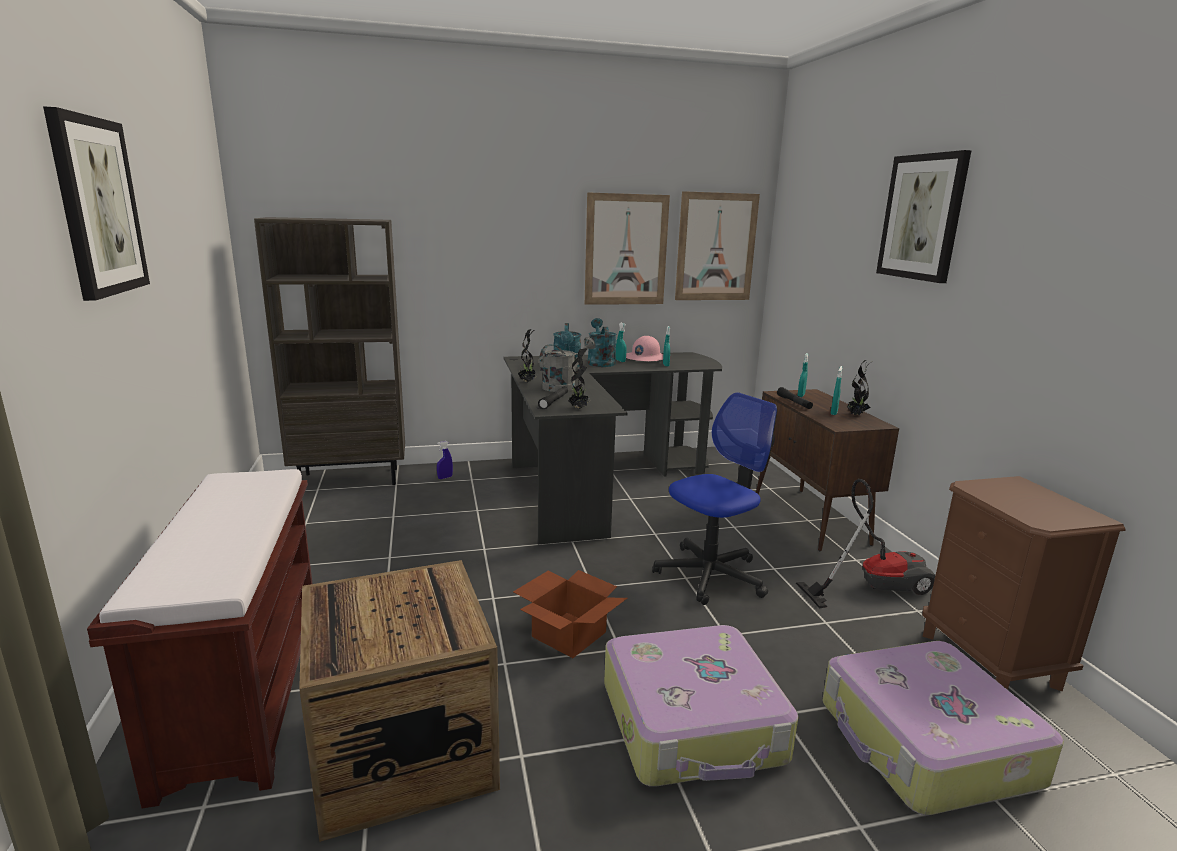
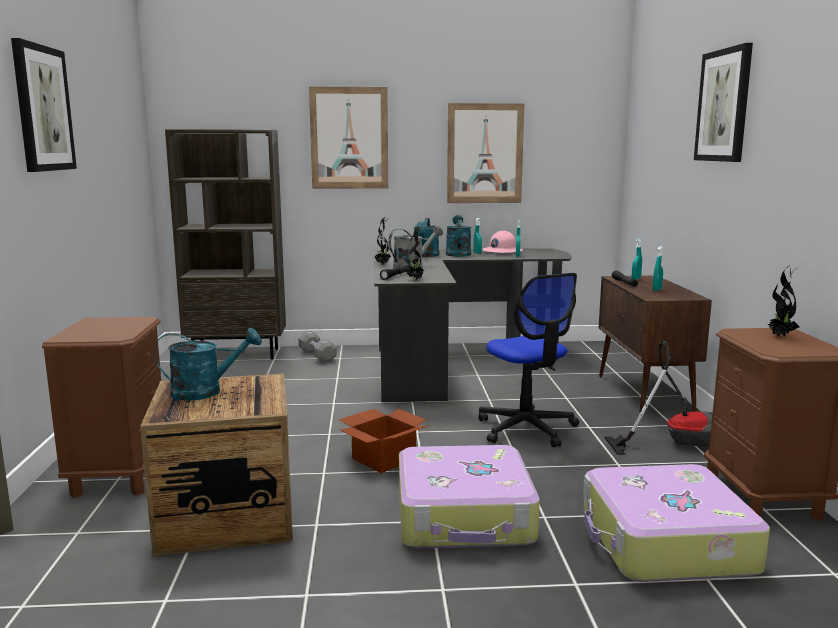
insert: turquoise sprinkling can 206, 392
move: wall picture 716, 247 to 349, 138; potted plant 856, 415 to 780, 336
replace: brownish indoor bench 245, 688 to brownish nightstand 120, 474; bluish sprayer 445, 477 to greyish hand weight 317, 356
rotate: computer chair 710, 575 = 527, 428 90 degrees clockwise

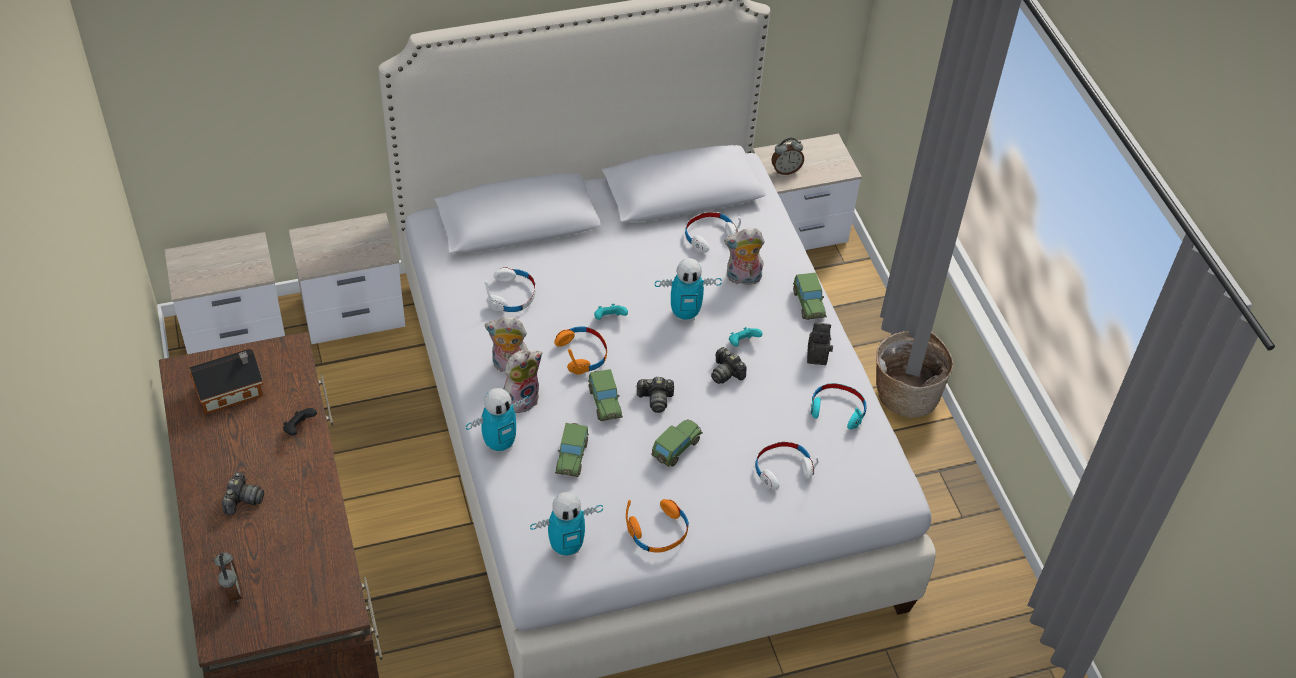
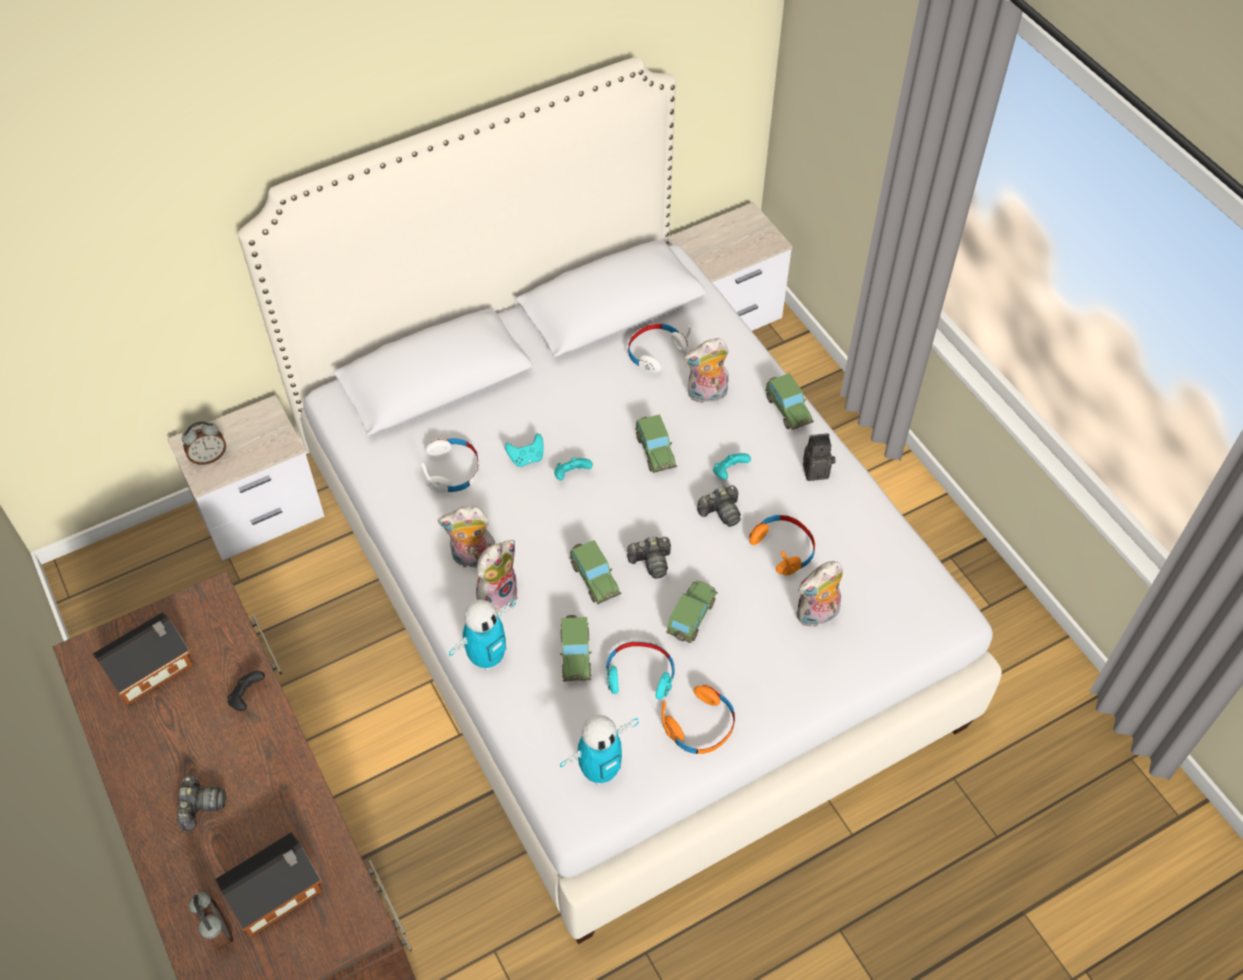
delete: nightstand 237, 332; storage basket 905, 394
insert: toy house 278, 891; turquoise joypad 526, 458
move: orange-coloured headphones 582, 354 to 783, 548; table clock 785, 170 to 209, 457; turquoise headphones 837, 410 to 640, 674
replace: model robot 685, 314 to model car 655, 451; white-coloured headphones 782, 469 to cuddly toy 817, 616
rotate: photo camera 726, 373 = 721, 512 60 degrees counterclockwise

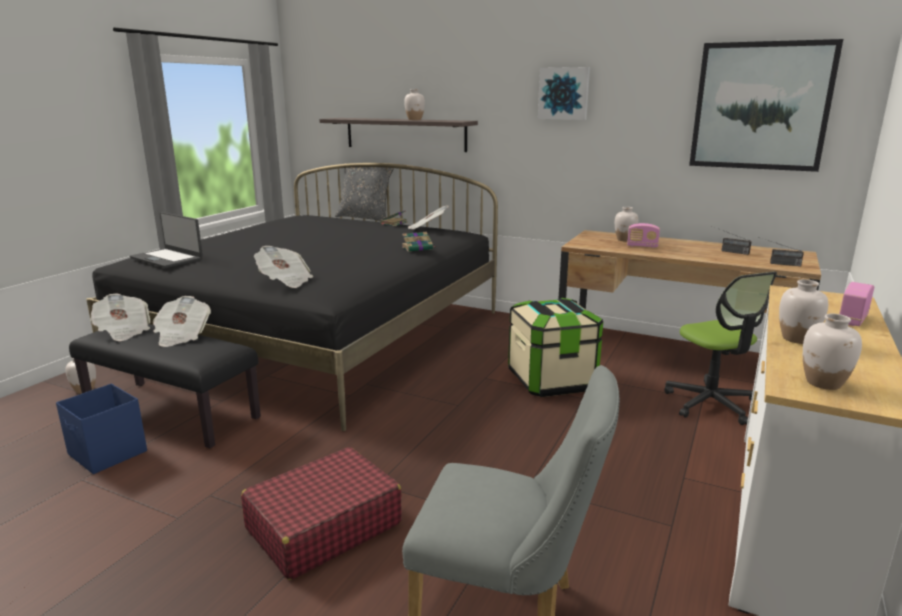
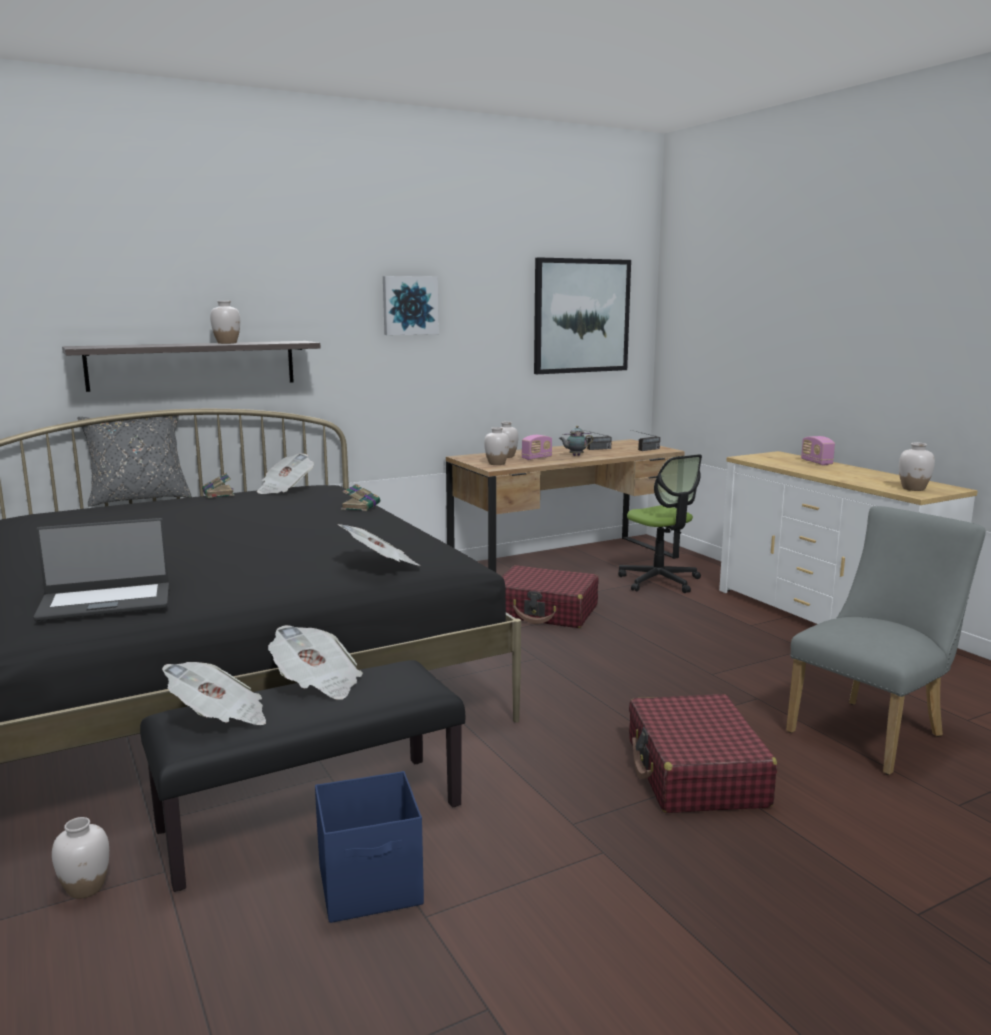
insert: tea pot 575, 455
move: white-coloured flower vase 797, 339 to 496, 463
replace: storage box 551, 381 to red-coloured piece of luggage 545, 611
rotate: computer chair 711, 403 = 659, 581 45 degrees clockwise

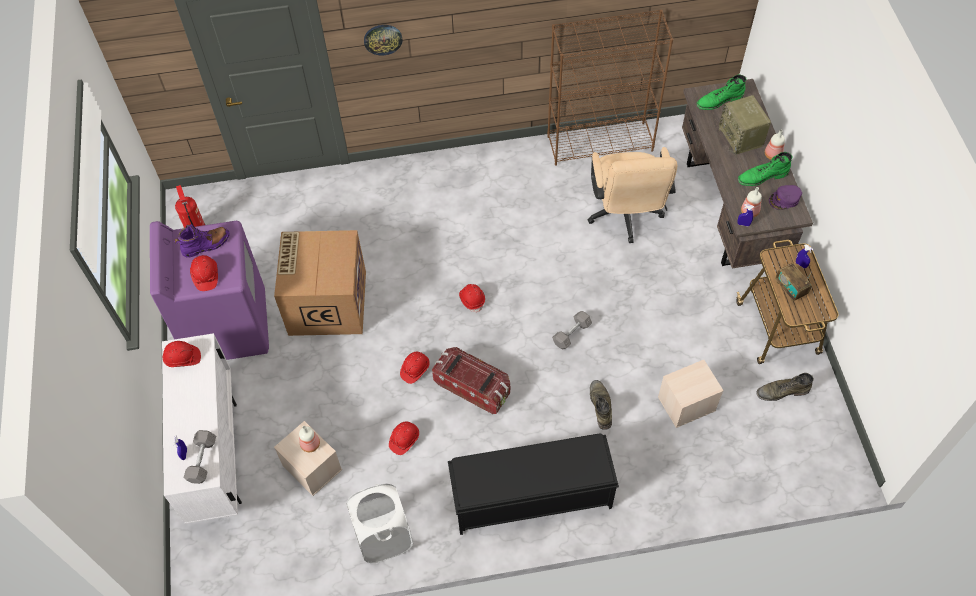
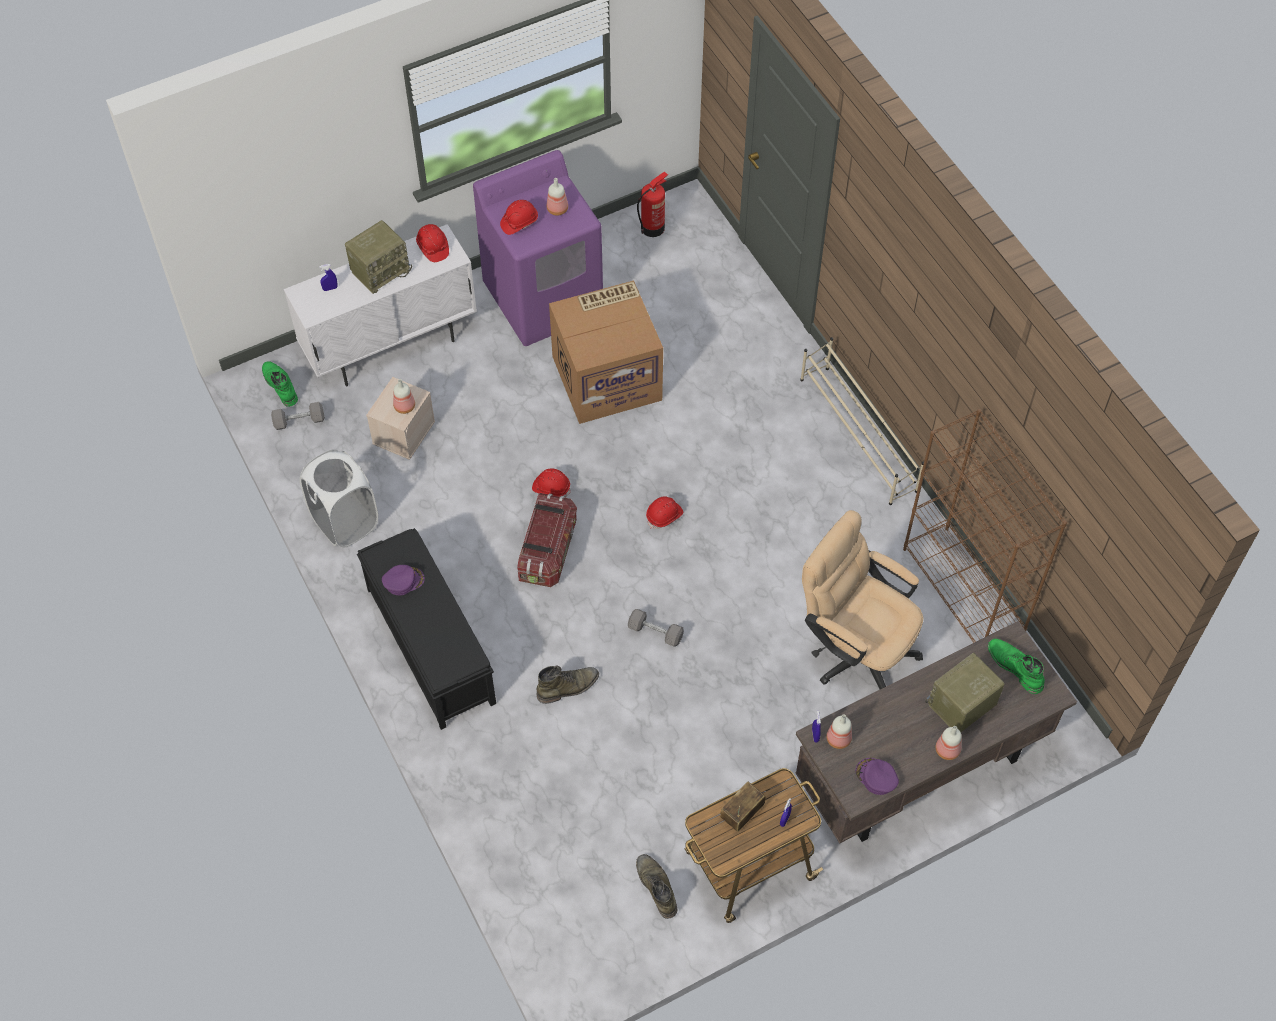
delete: hanging clock 383, 39; red-coloured hard hat 404, 440; sand-coloured storage box 686, 404
insert: radio receiver 380, 270; purple-coloured cap 403, 581; sand-coloured shoe shelf 858, 435
move: greyish hand weight 202, 460 to 299, 421; green boot 762, 177 to 280, 385
replace: purple-coloured boot 206, 245 to bottle 557, 208
rotate: sand-coloured computer chair 625, 216 = 855, 649 60 degrees clockwise

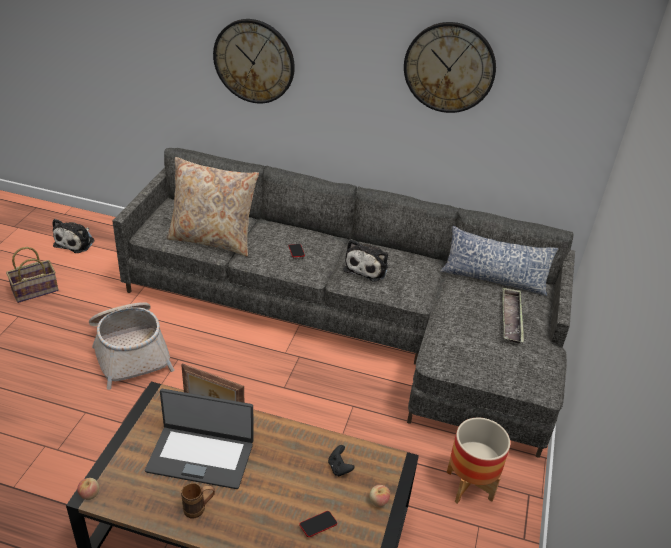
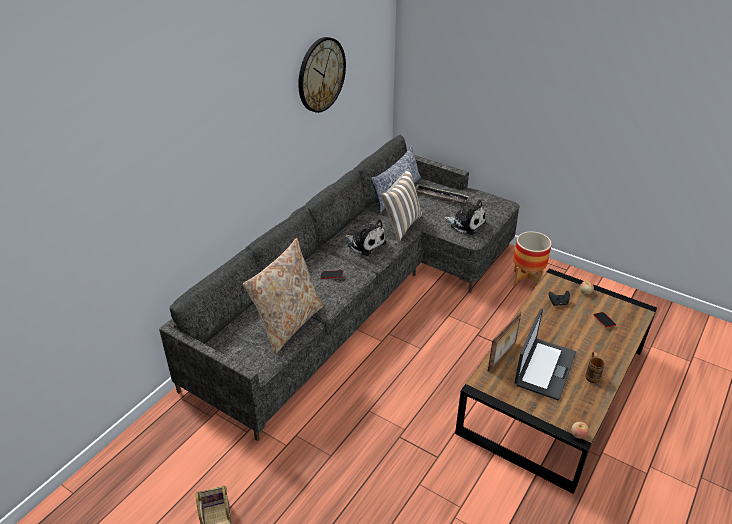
delete: storage basket 130, 351; hanging clock 254, 61
insert: throw pillow 401, 226
move: cuddly toy 76, 242 to 466, 224

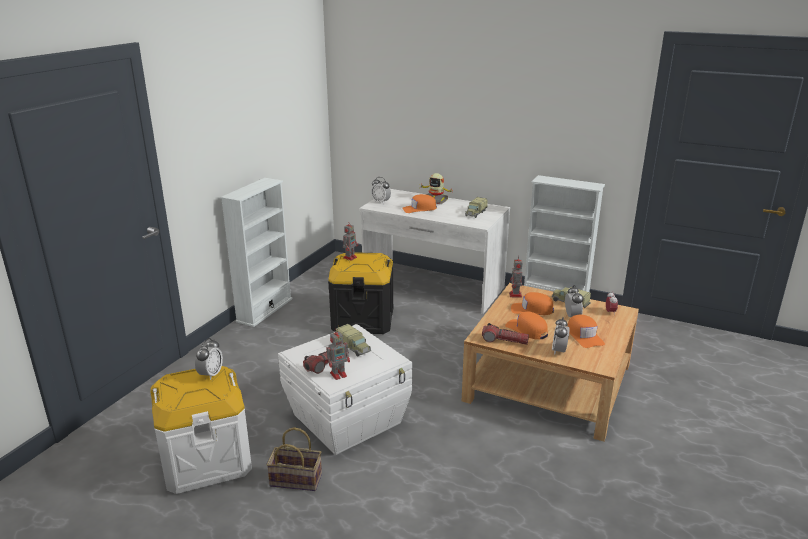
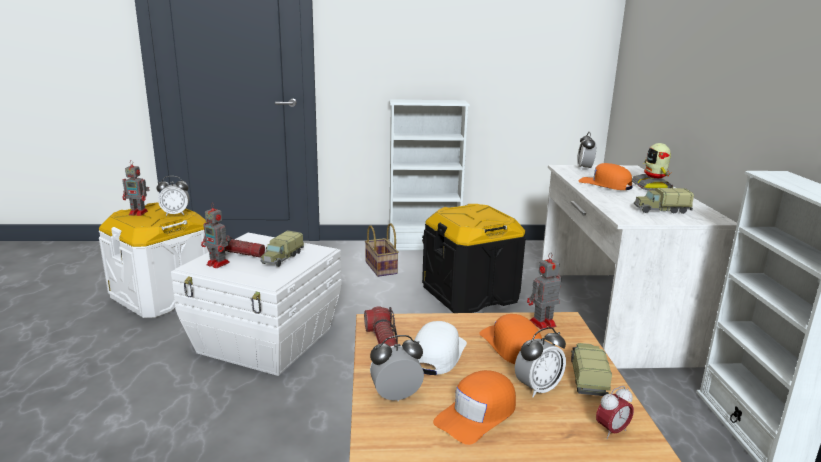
move: storage basket 297, 479 to 382, 268; model robot 350, 257 to 139, 213
recolor: orange-coloured cap 527, 330 to white-coloured cap 438, 354

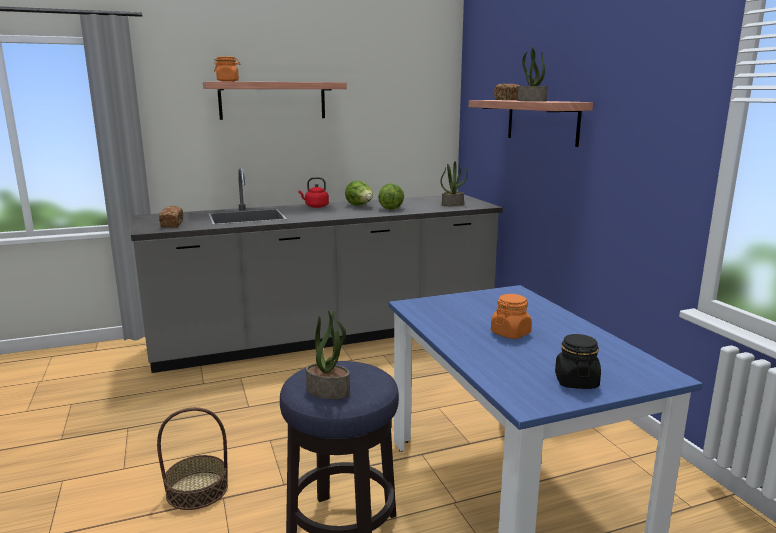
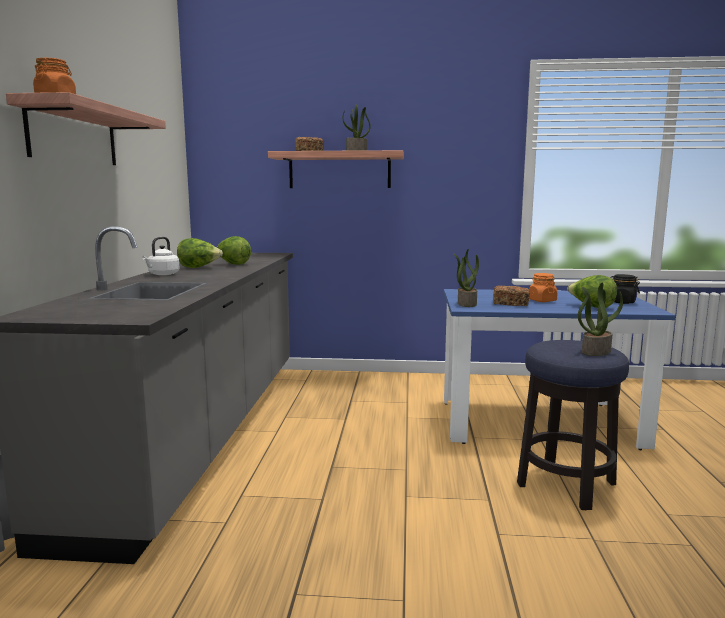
delete: storage basket 197, 490
insert: head of lettuce 591, 307
move: bread 172, 224 to 511, 304; potted plant 452, 204 to 466, 304
recolor: red-coloured tea kettle 315, 206 to white-coloured tea kettle 162, 274

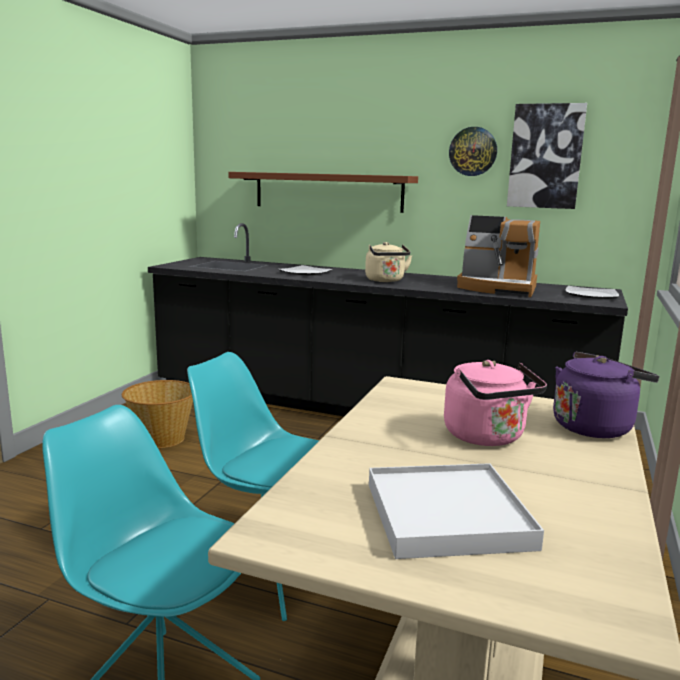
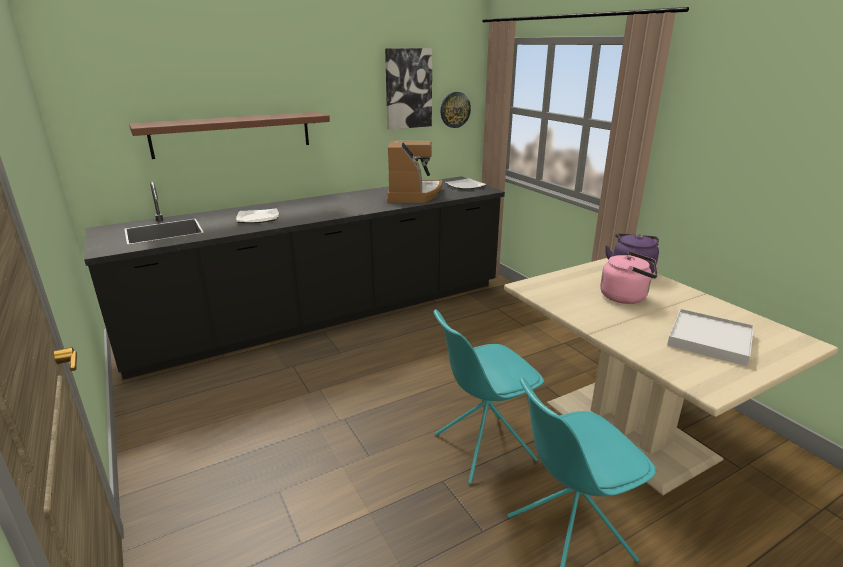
delete: storage basket 162, 438; sand-coloured tea kettle 386, 281
move: hanging clock 473, 151 to 455, 109
rotate: coffee maker 497, 288 = 413, 194 60 degrees counterclockwise

